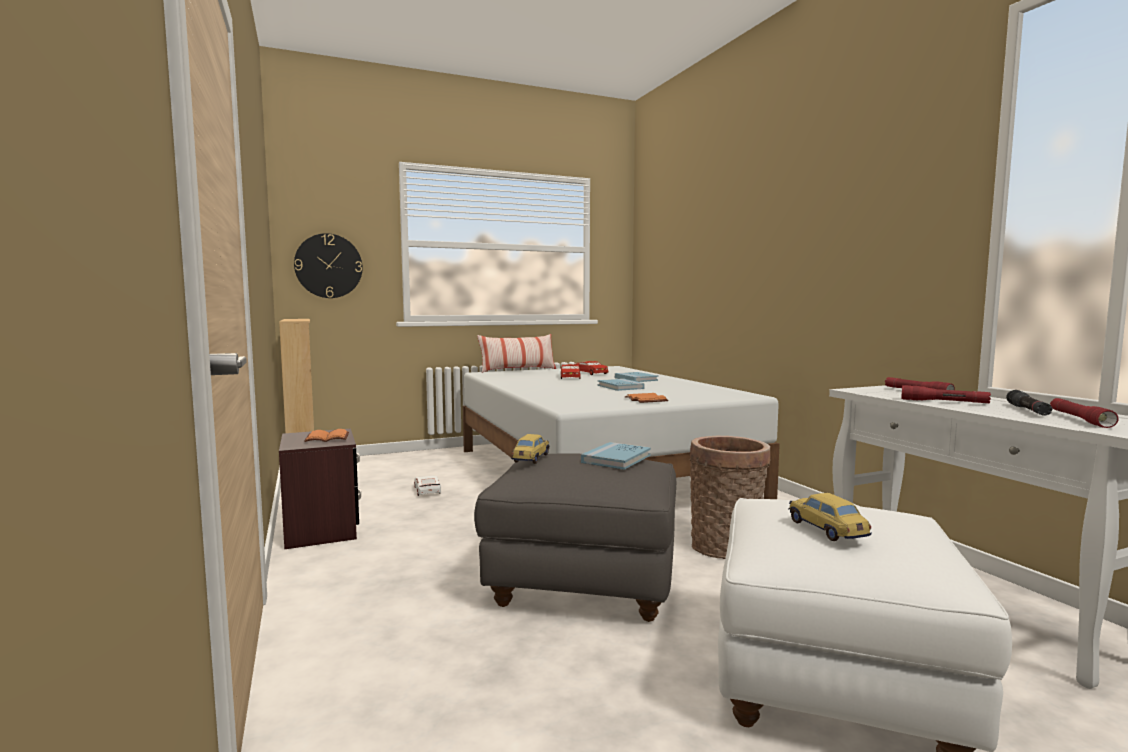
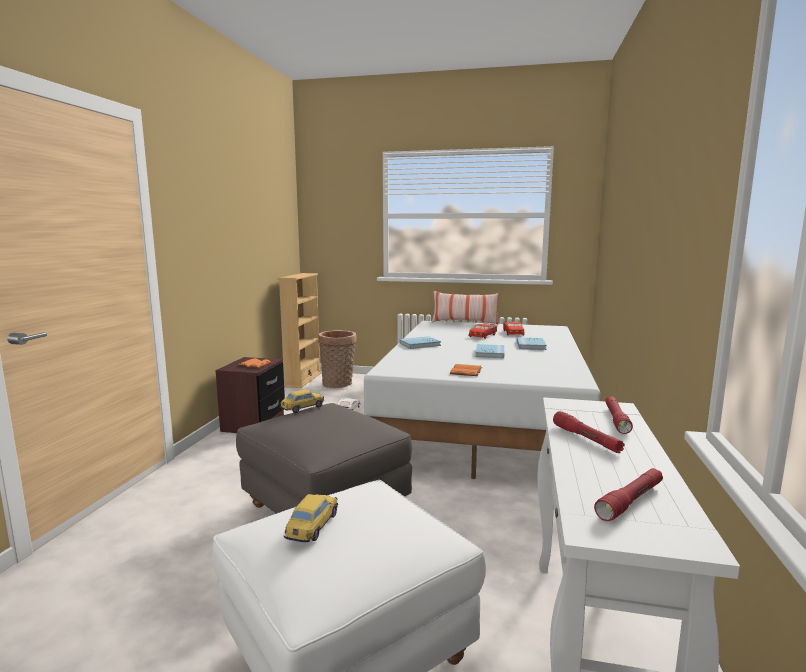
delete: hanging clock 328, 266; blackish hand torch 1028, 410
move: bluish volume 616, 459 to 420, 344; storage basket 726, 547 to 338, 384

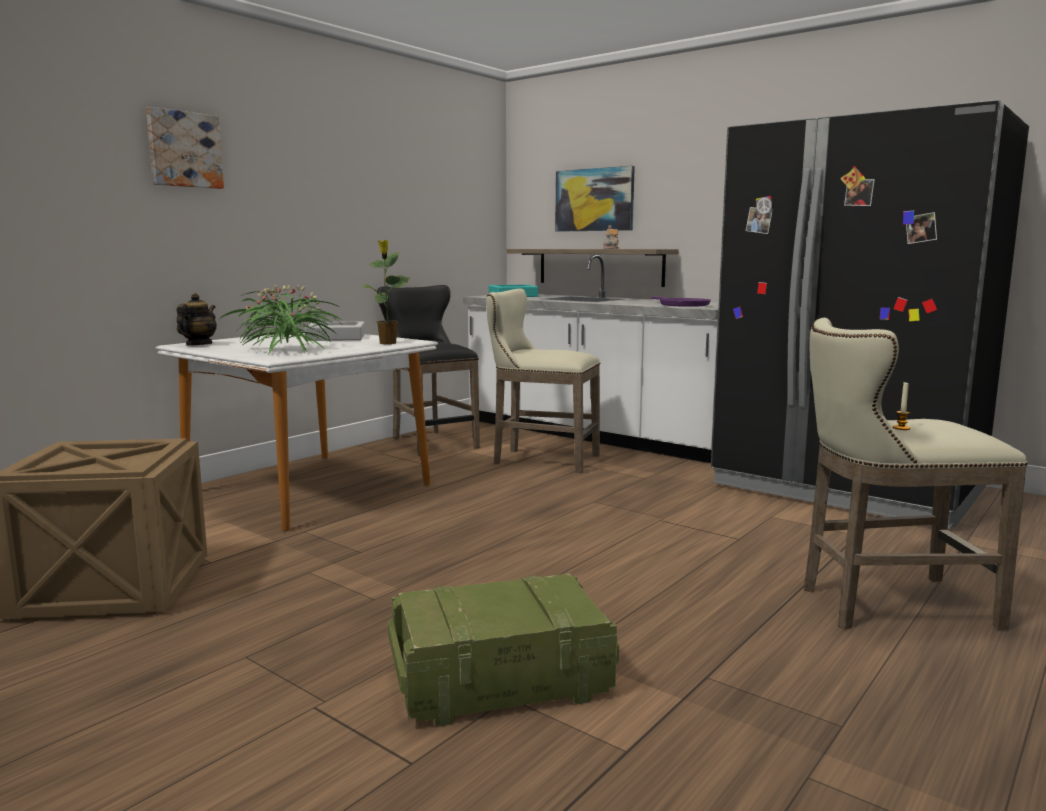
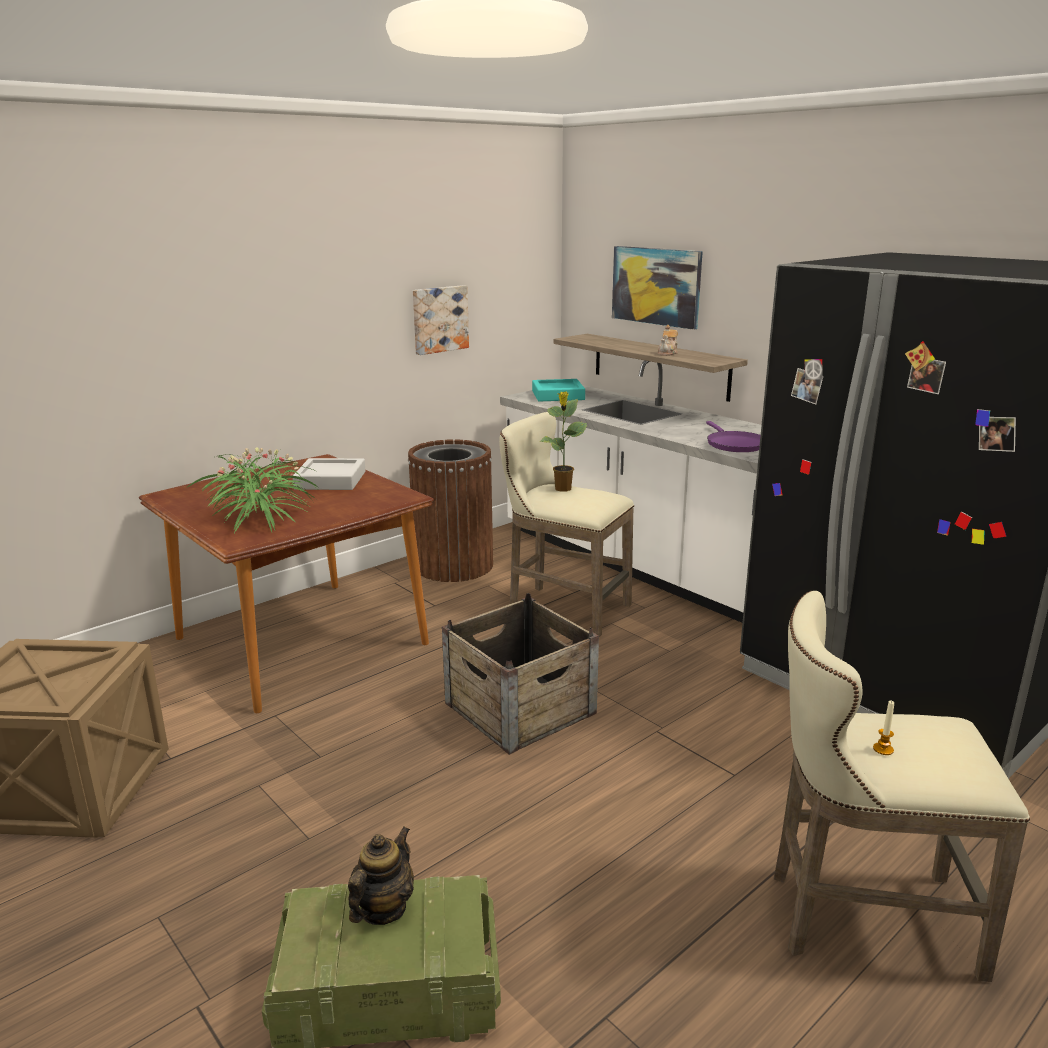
insert: crate 520, 708
move: wall picture 184, 149 to 439, 319; tea pot 198, 345 to 383, 909; potted plant 388, 343 to 563, 489
replace: blackish stool 430, 442 to brownish rubbish bin 454, 565
recolor: white-coloured kitchen table 307, 489 to brownish kitchen table 300, 642

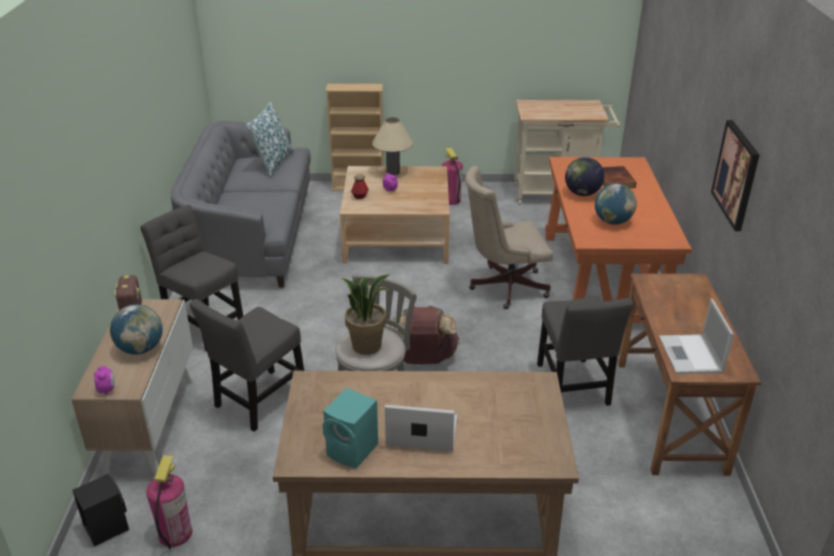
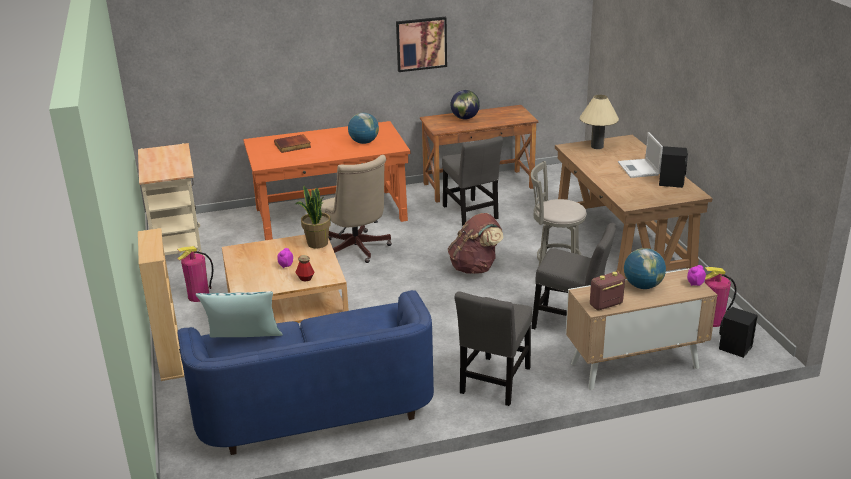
delete: laptop 691, 355
move: potted plant 367, 345 to 317, 243; sand-coloured tabletop lamp 393, 172 to 597, 146; world globe 582, 194 to 465, 118
recolor: greyish sofa 252, 236 to bluish sofa 313, 404; turquoise speaker 353, 451 to blackish speaker 671, 182
rotate: greyish chair 573, 387 = 471, 214 90 degrees clockwise

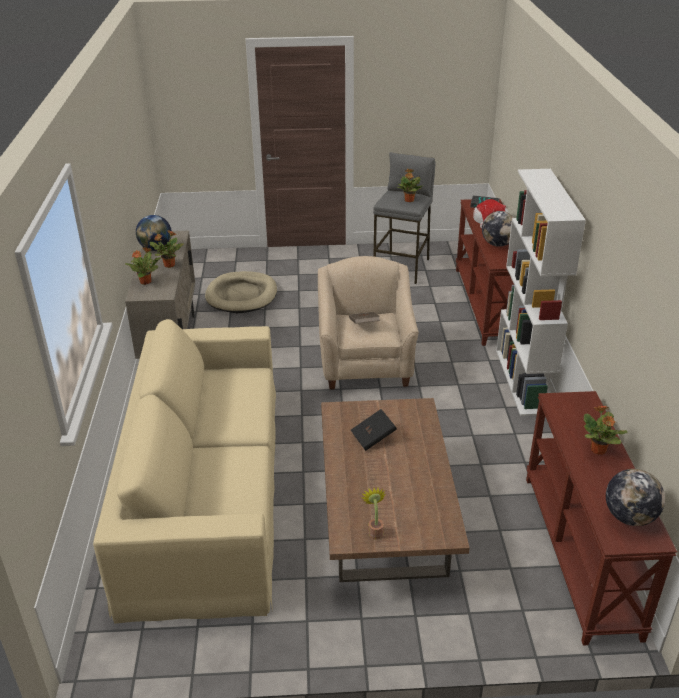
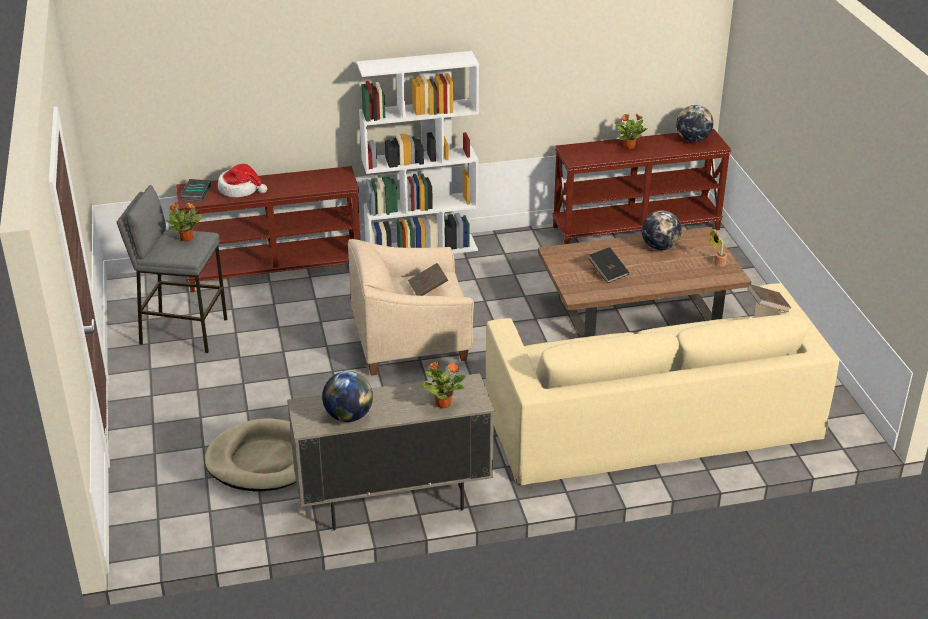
delete: potted plant 169, 265
insert: brownish volume 767, 306
move: world globe 497, 244 to 659, 247

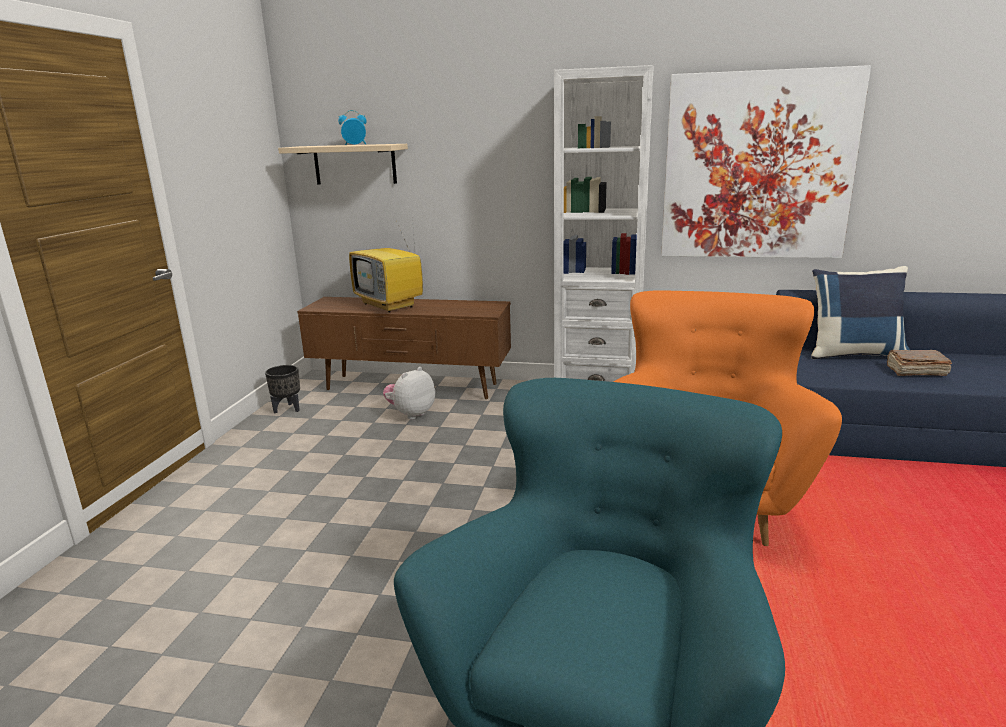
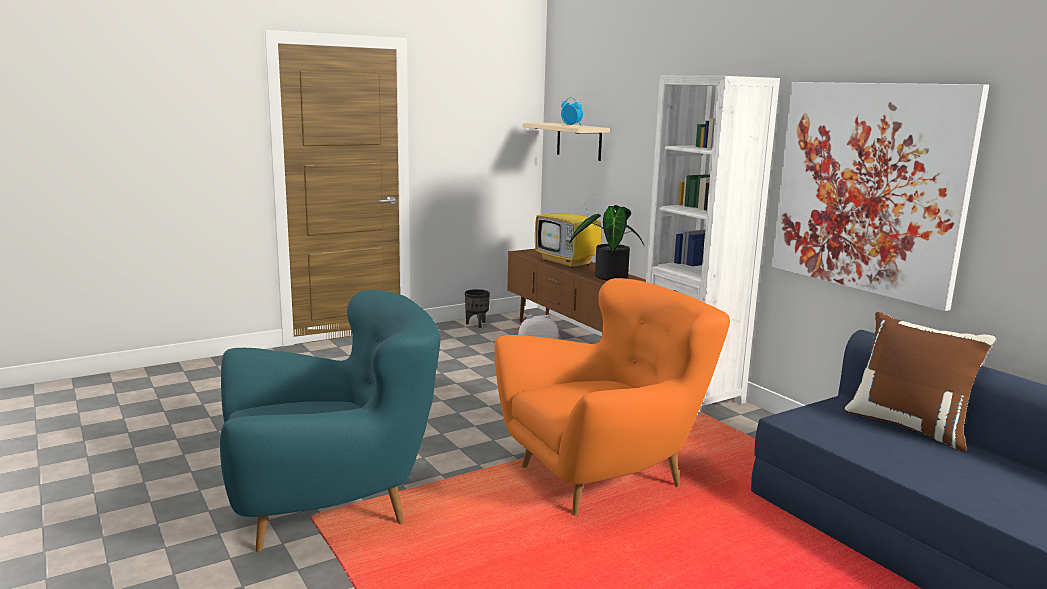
delete: brownish volume 915, 371
insert: potted plant 607, 276
recolor: bluish throw pillow 854, 354 to brownish throw pillow 909, 426
rotate: television 390, 305 = 568, 263 45 degrees counterclockwise

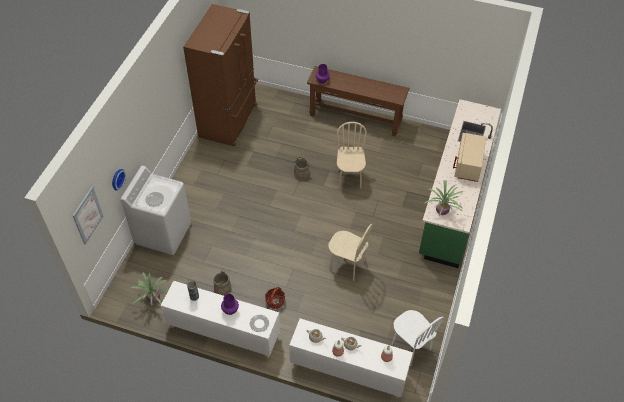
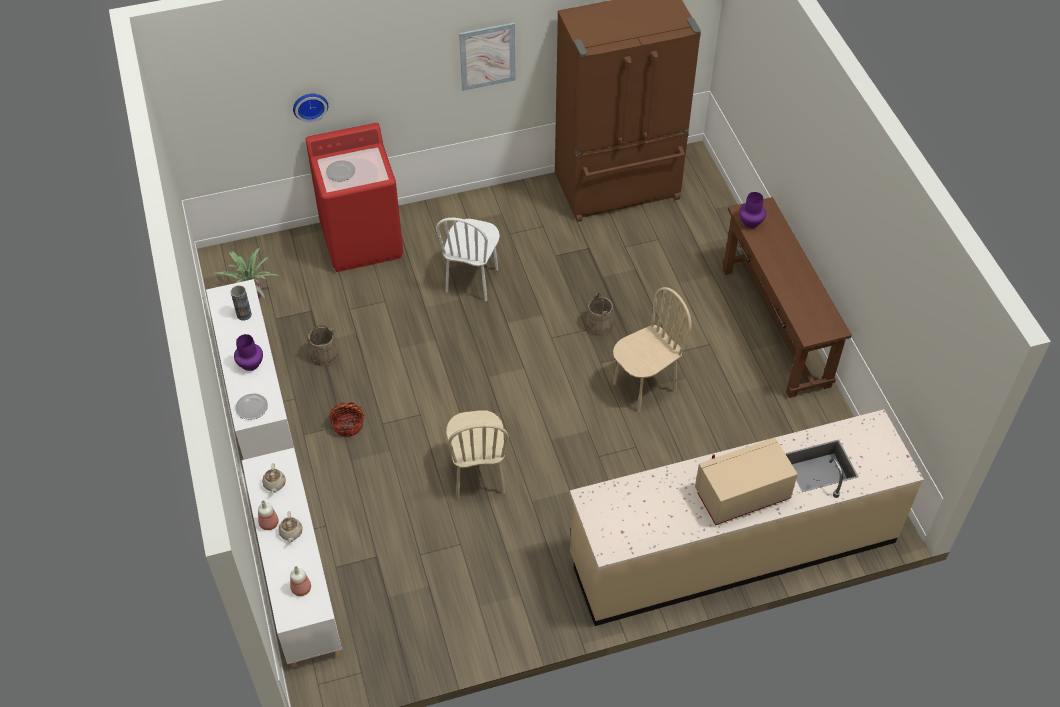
delete: potted plant 442, 211
move: wall picture 87, 215 to 487, 56; white-coloured chair 410, 347 to 472, 280
recolor: white-coloured laundry appliance 163, 233 to red-coloured laundry appliance 362, 240; green counter 454, 199 to sand-coloured counter 732, 548

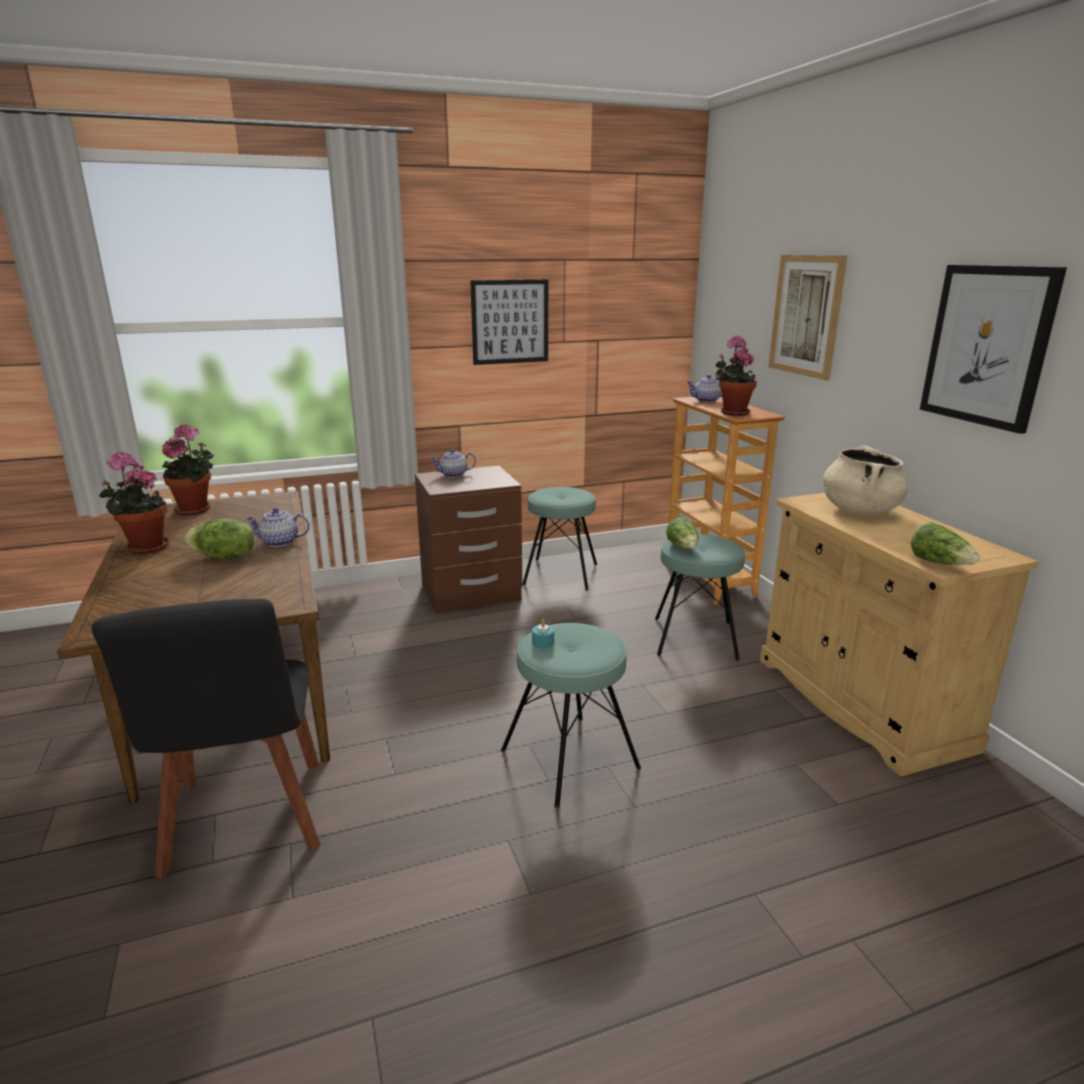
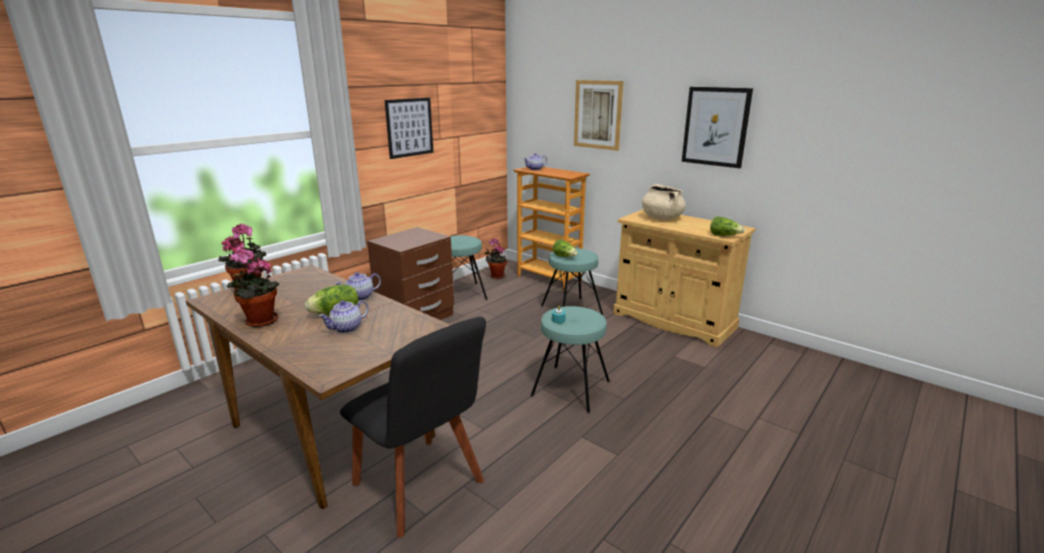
move: tea pot 453, 475 to 346, 328; potted plant 732, 412 to 496, 276

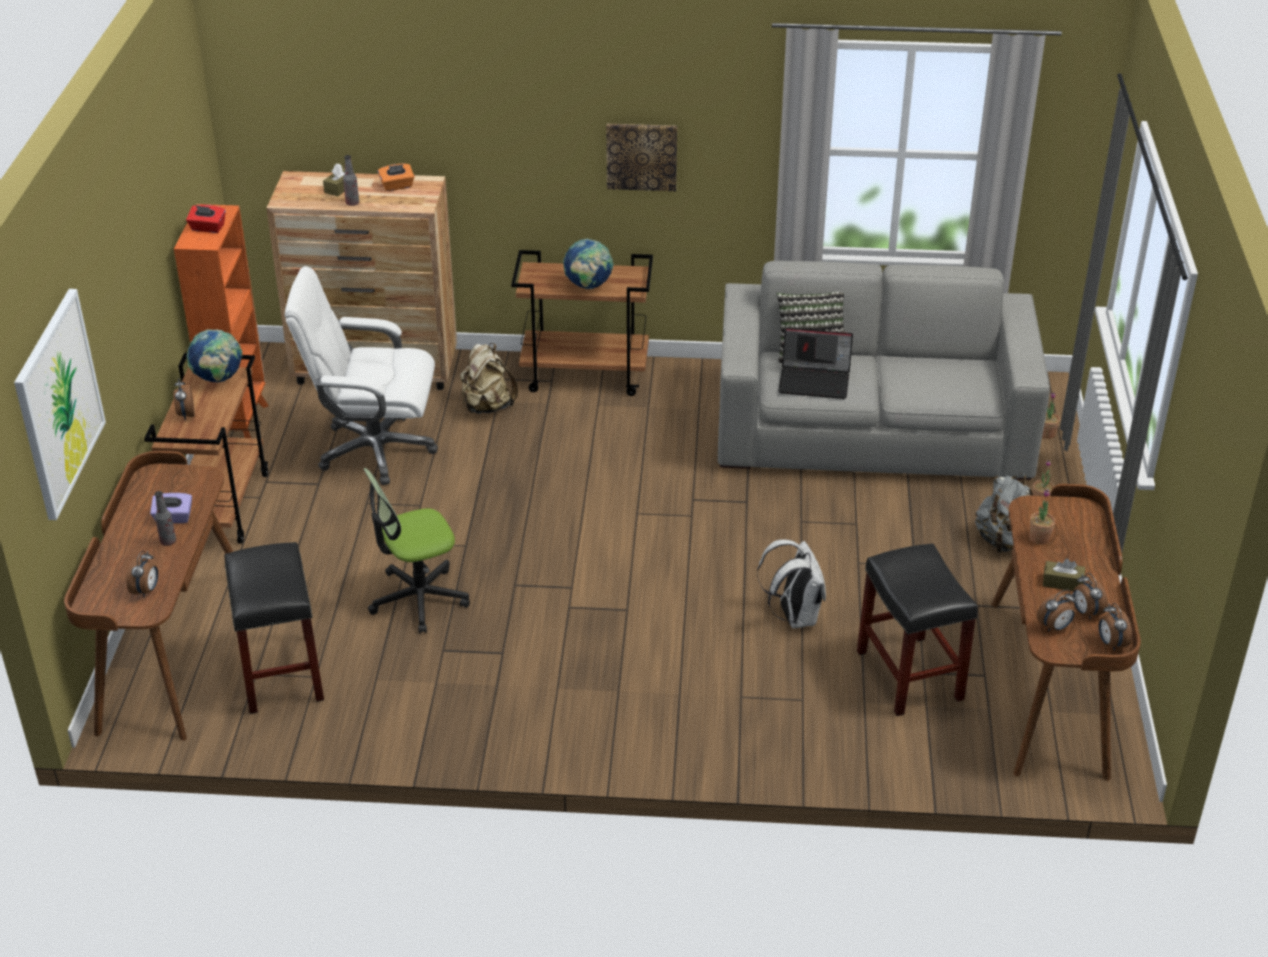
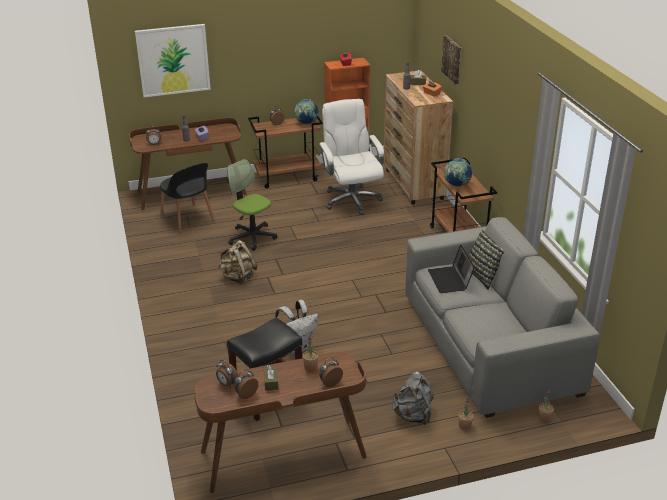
move: sand-coloured rucksack 487, 406 to 238, 277; wall picture 641, 156 to 452, 59; table clock 1110, 643 to 330, 383
replace: blackish stool 282, 674 to blackish chair 188, 219

